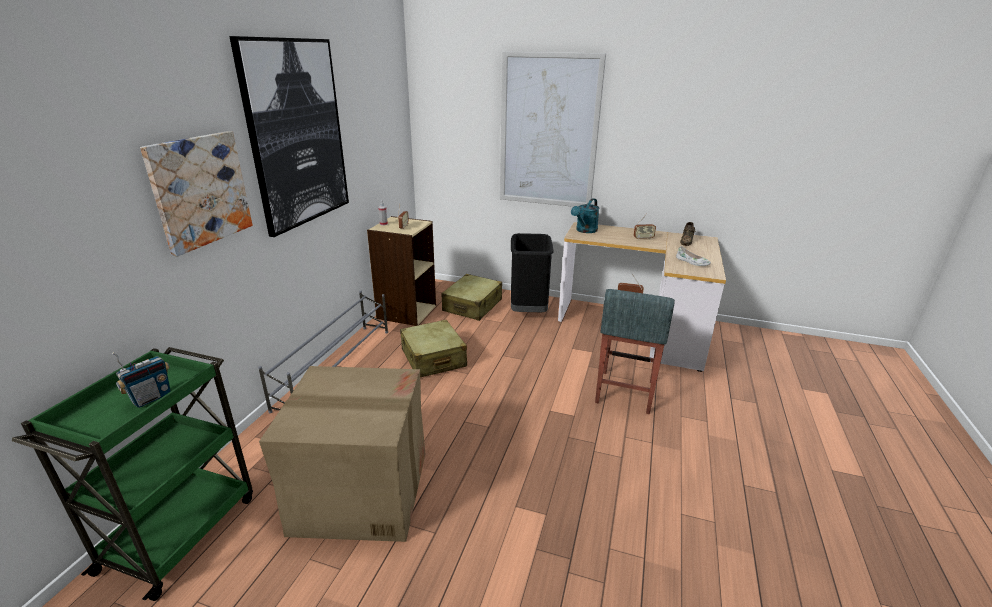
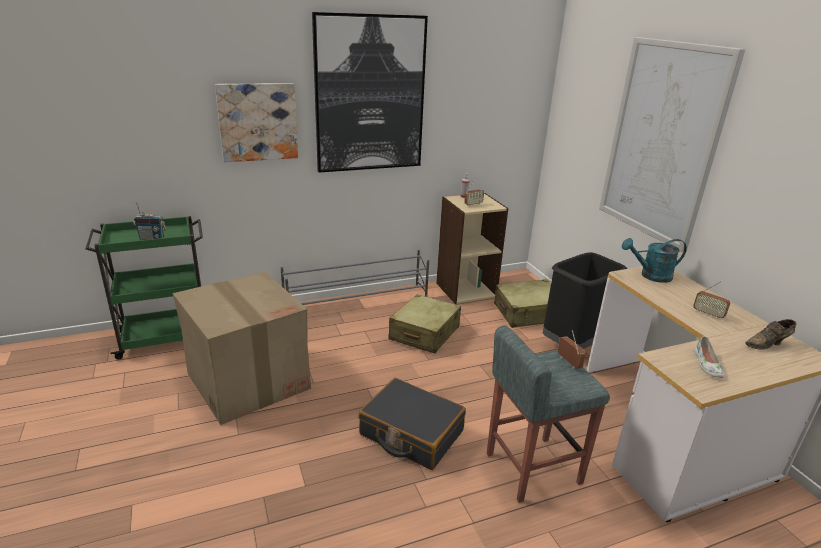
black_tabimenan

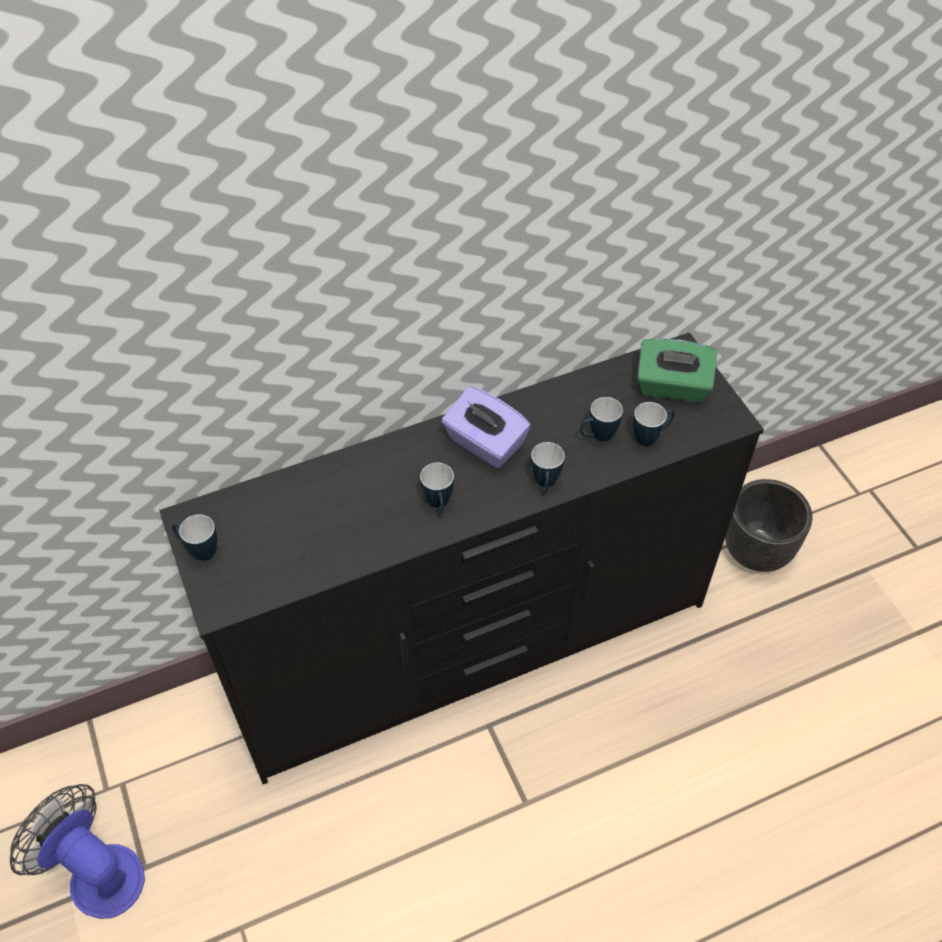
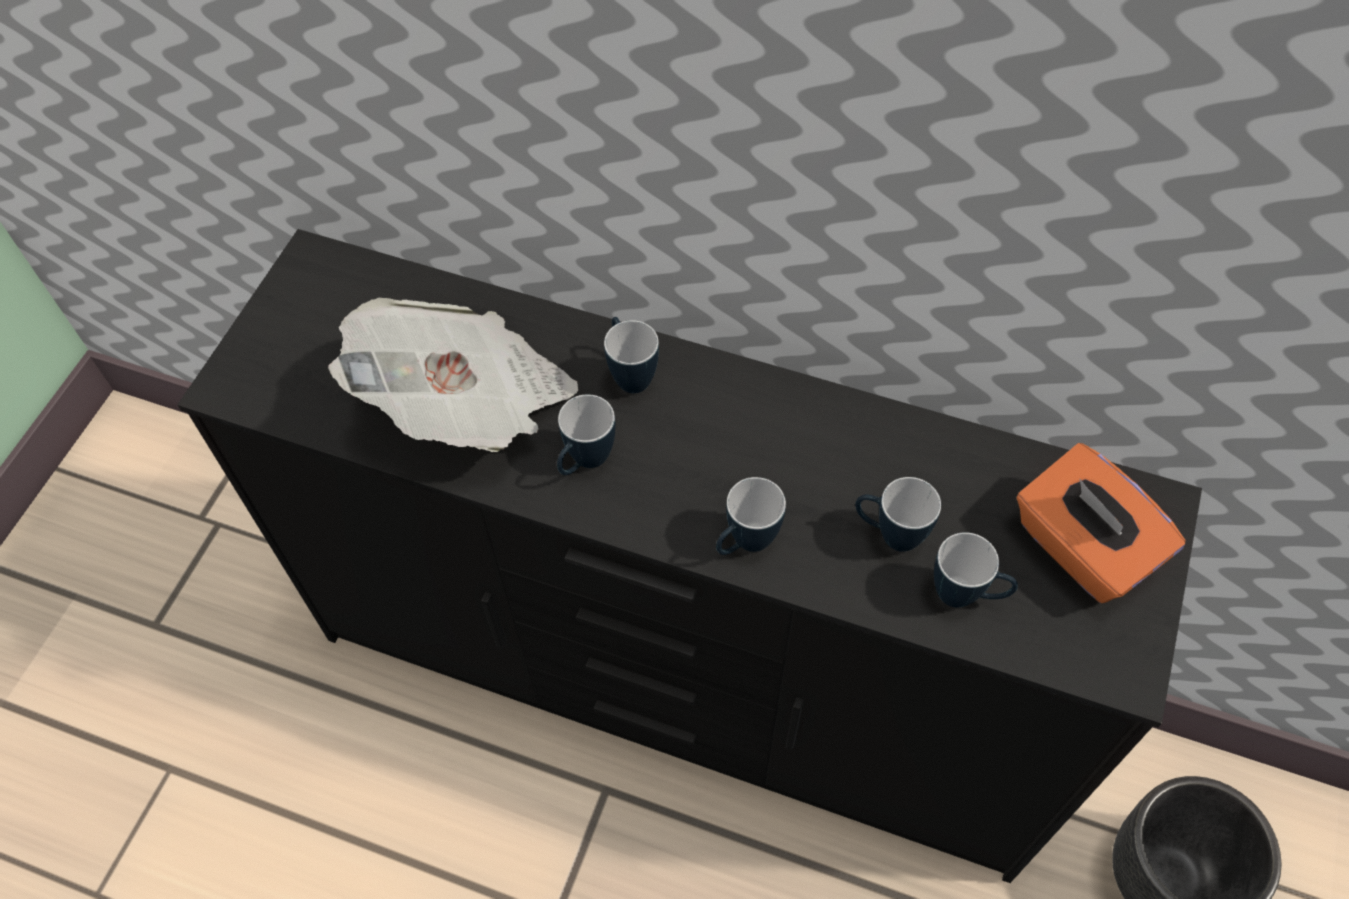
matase
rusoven (no. 2 from left)
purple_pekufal
orange_pekufal
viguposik

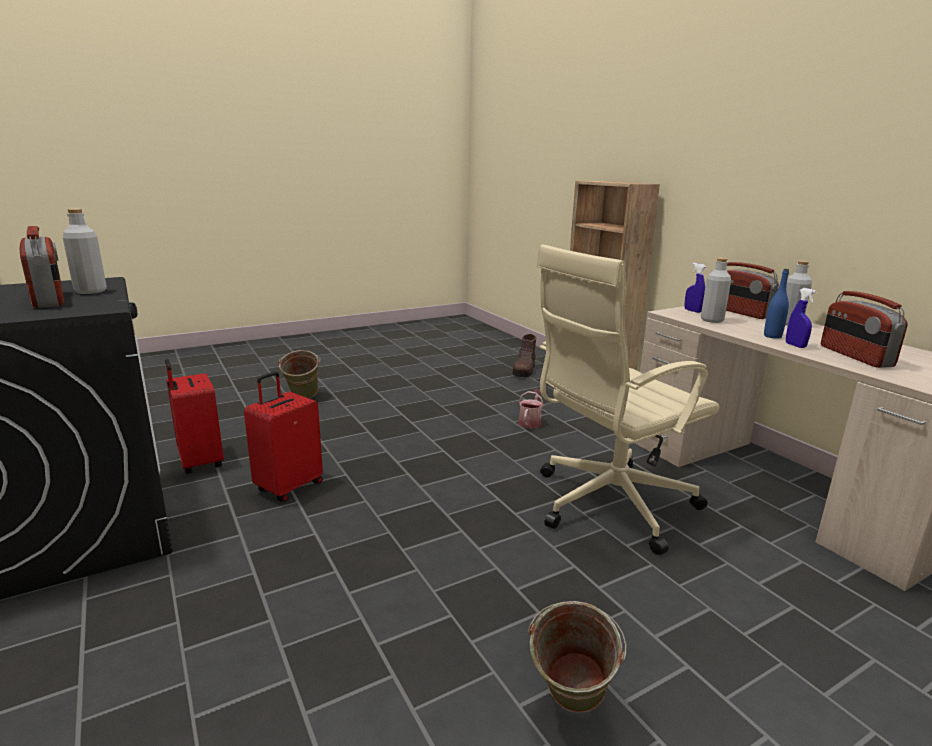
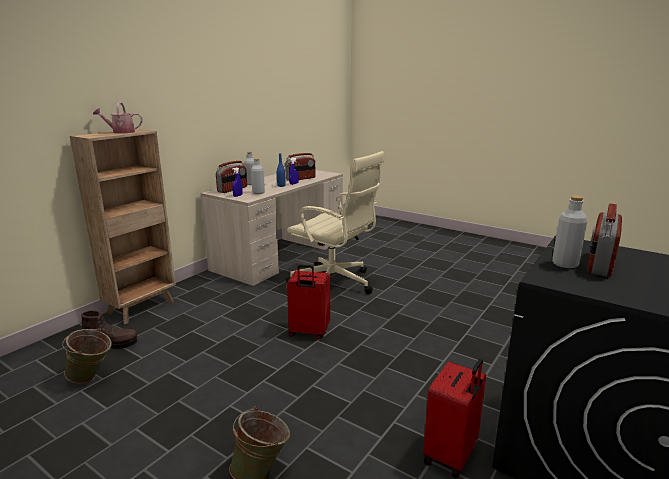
red_tabimenan (no. 1 from left)
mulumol
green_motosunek (no. 1 from left)

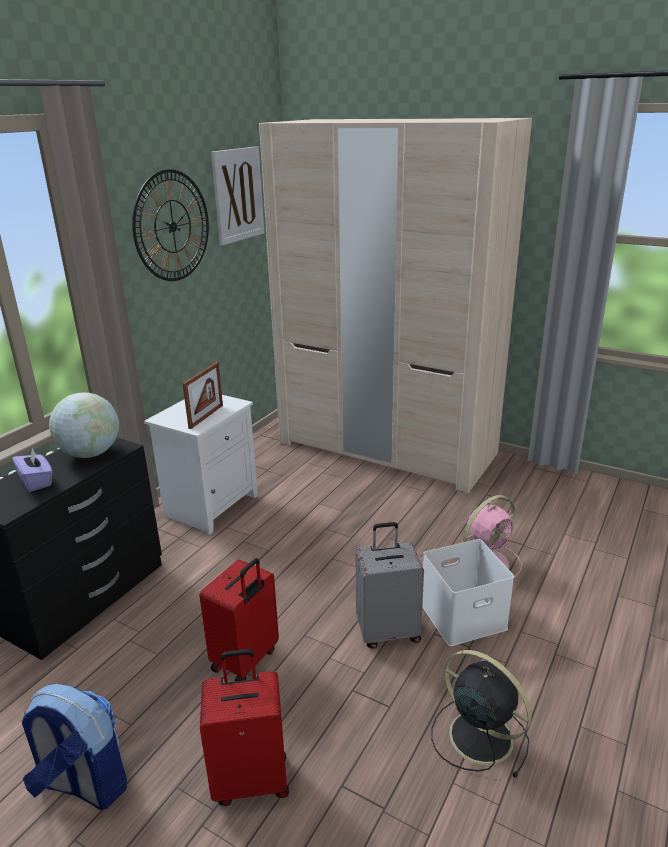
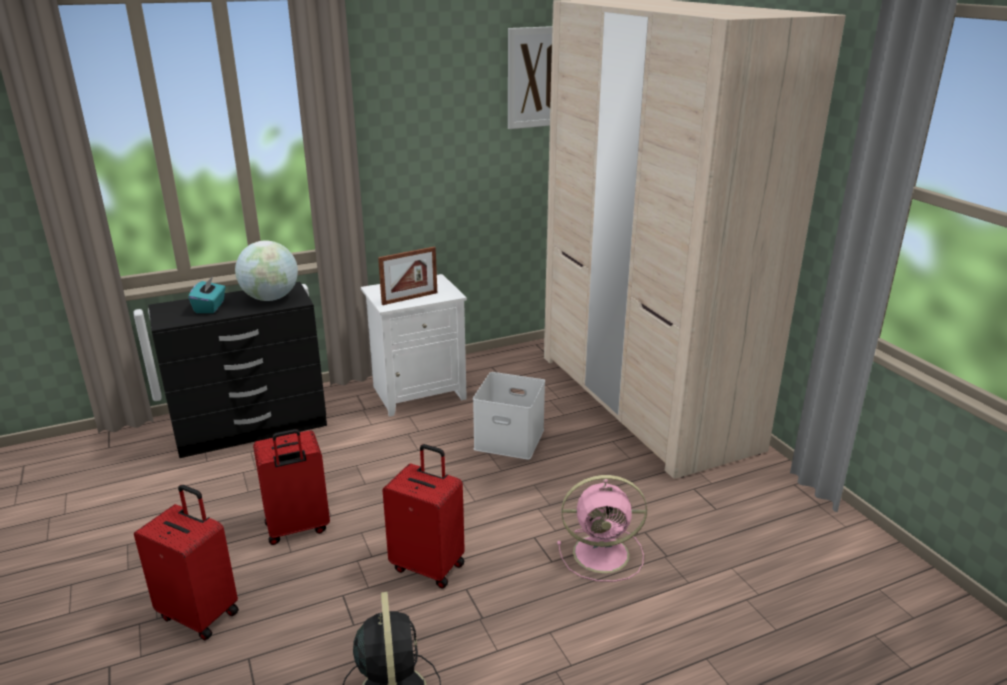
turquoise_pekufal
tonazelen
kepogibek
red_tabimenan (no. 3 from left)
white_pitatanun

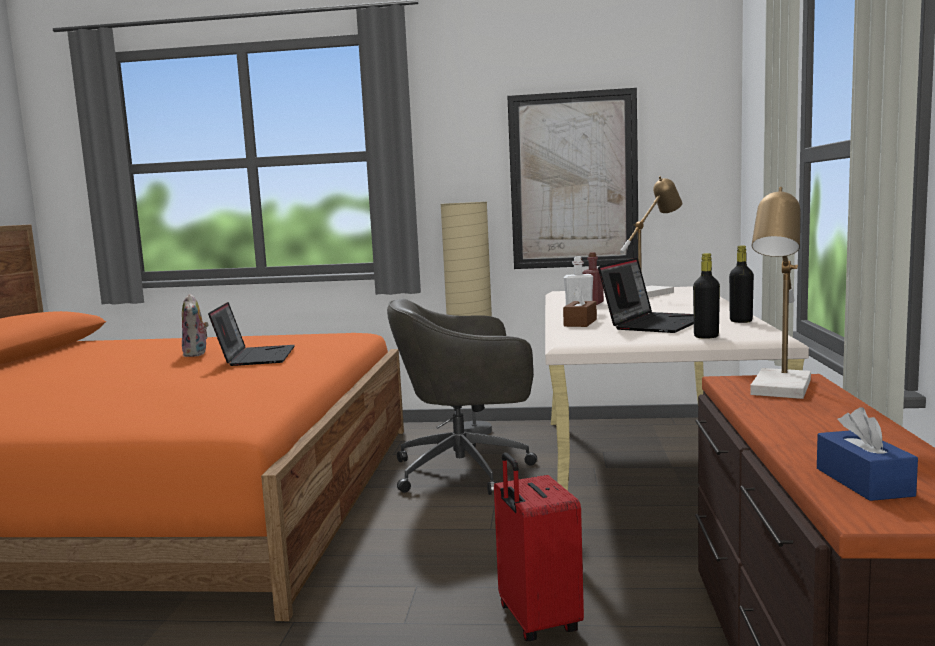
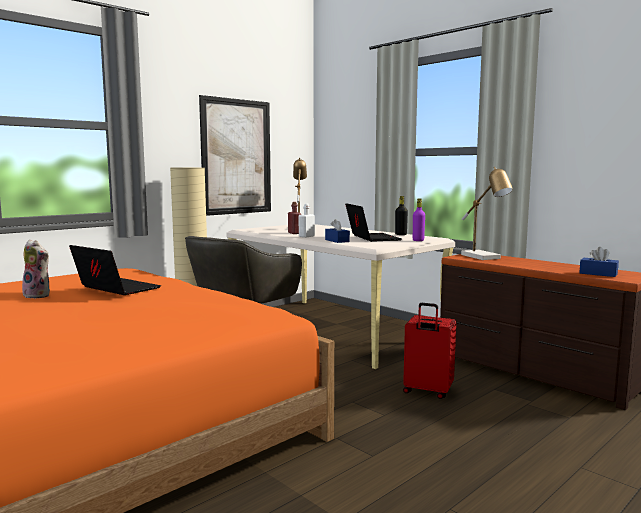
blue_pekufal (no. 1 from left)
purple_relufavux

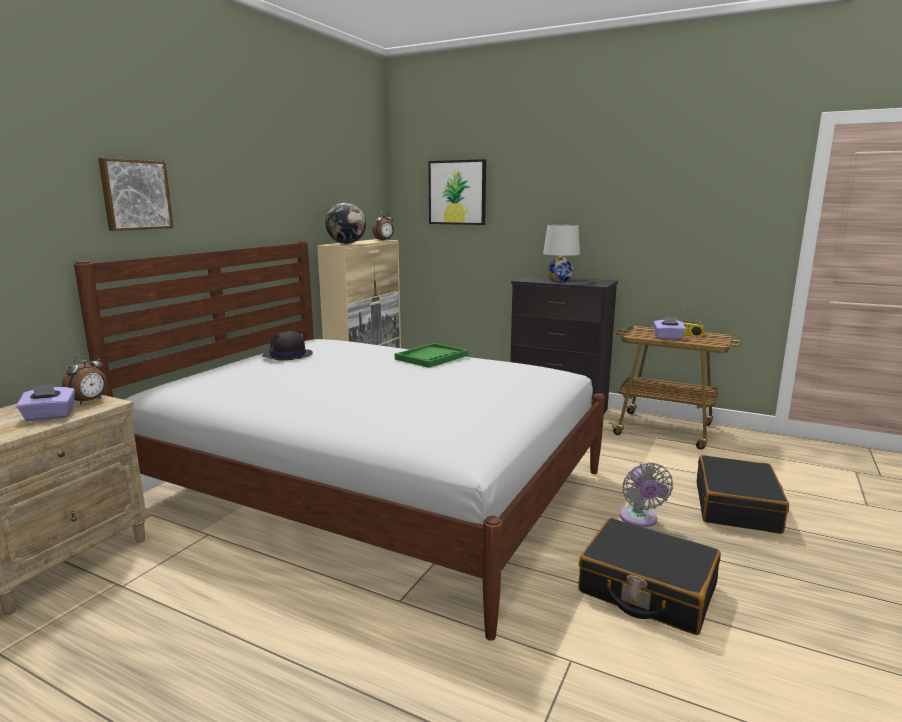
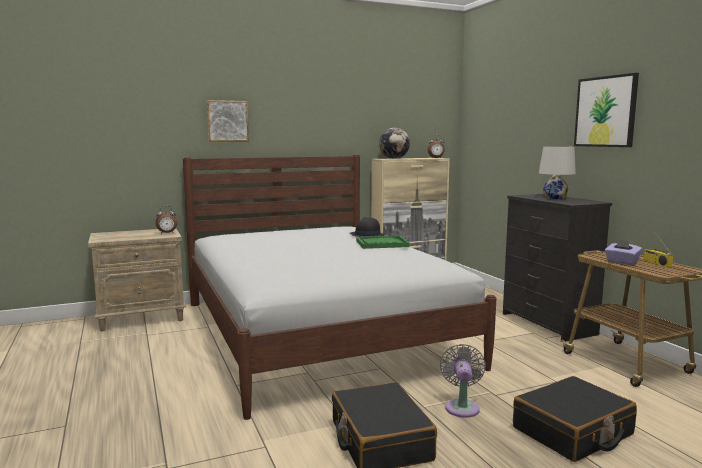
purple_pekufal (no. 1 from left in the first image)
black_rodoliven
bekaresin (no. 2 from left)
grey_matase

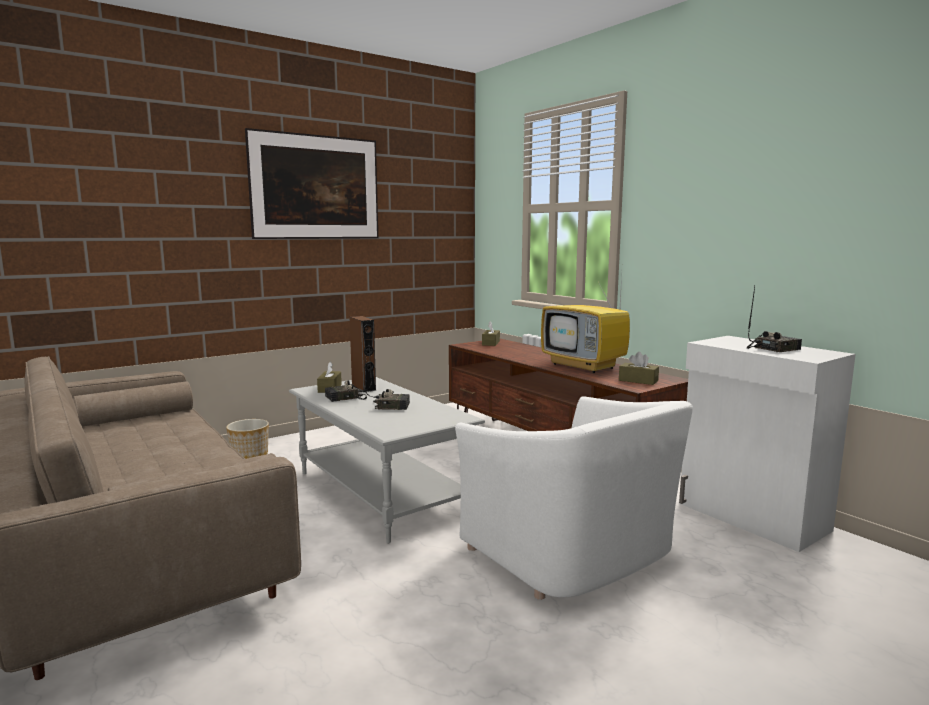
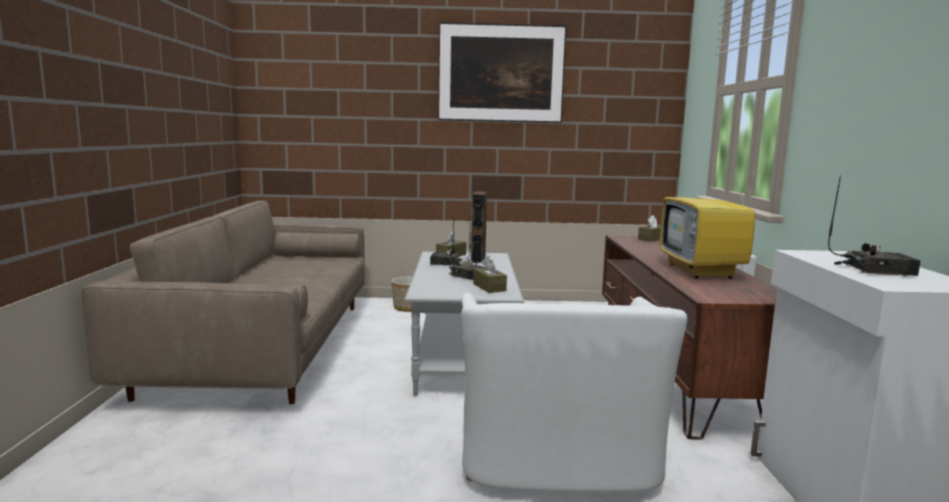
brown_pekufal (no. 2 from left)

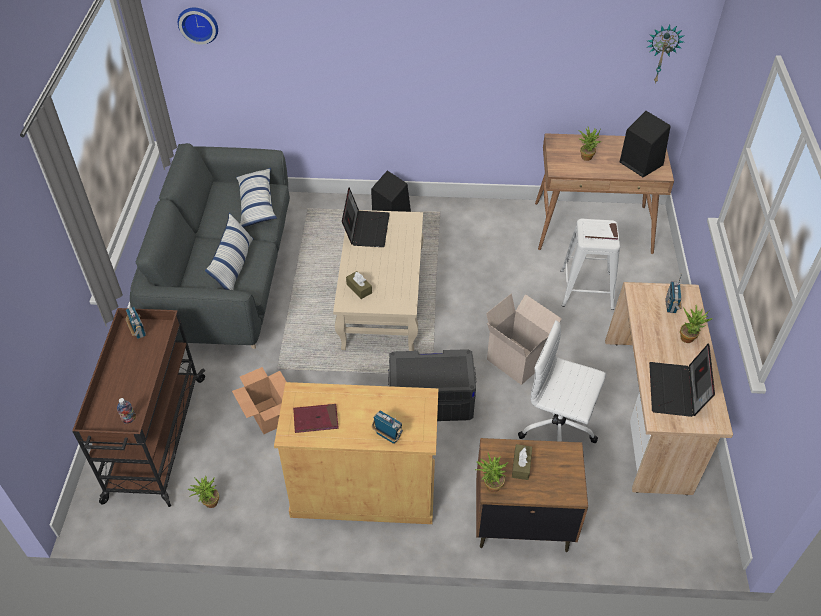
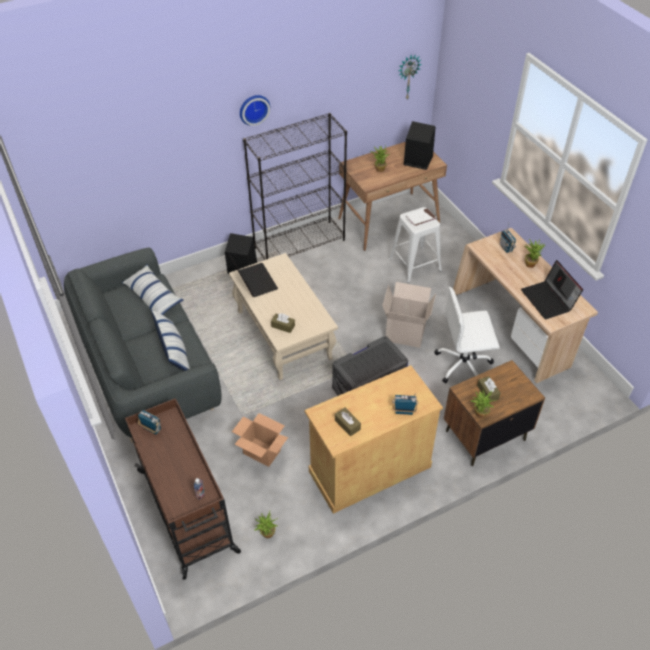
kepogibek (no. 1 from left)
brown_pekufal (no. 2 from left)
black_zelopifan

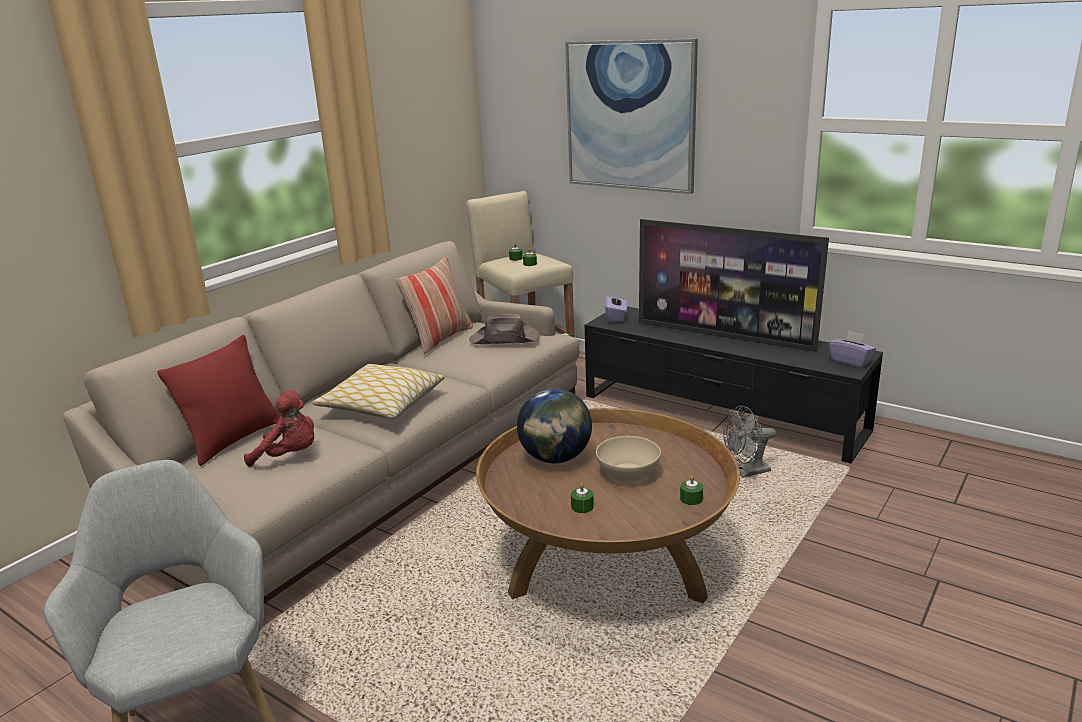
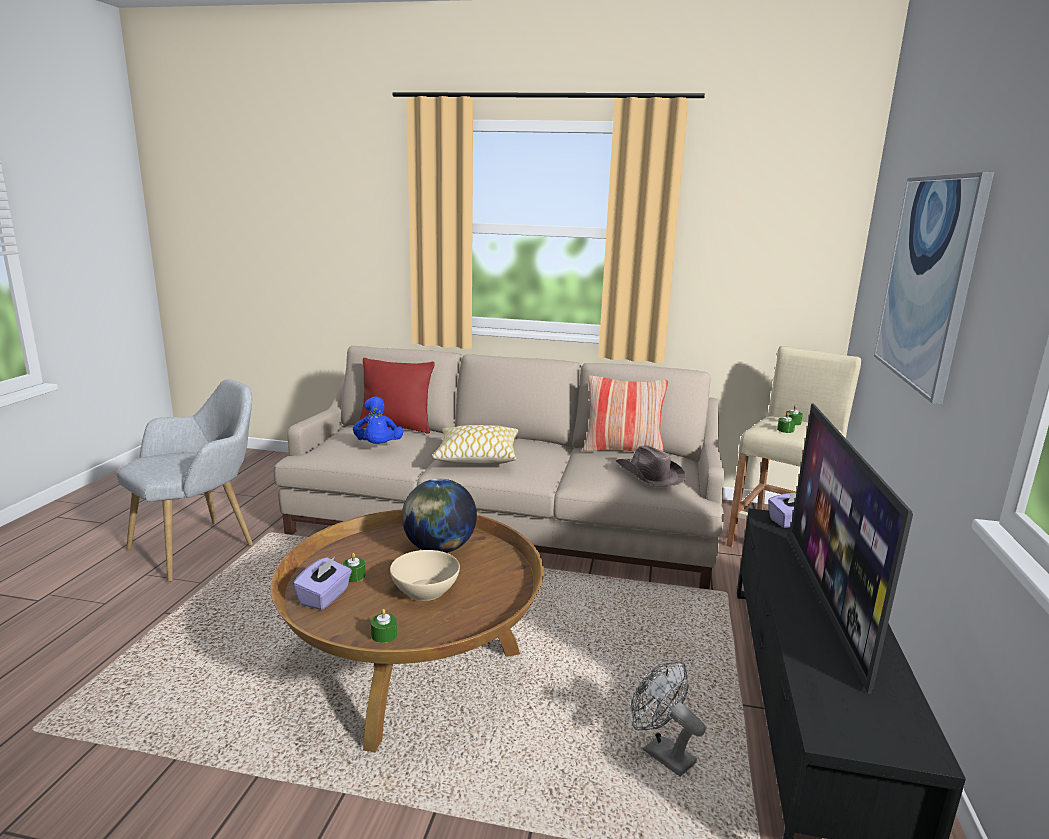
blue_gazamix
purple_pekufal (no. 1 from left)

